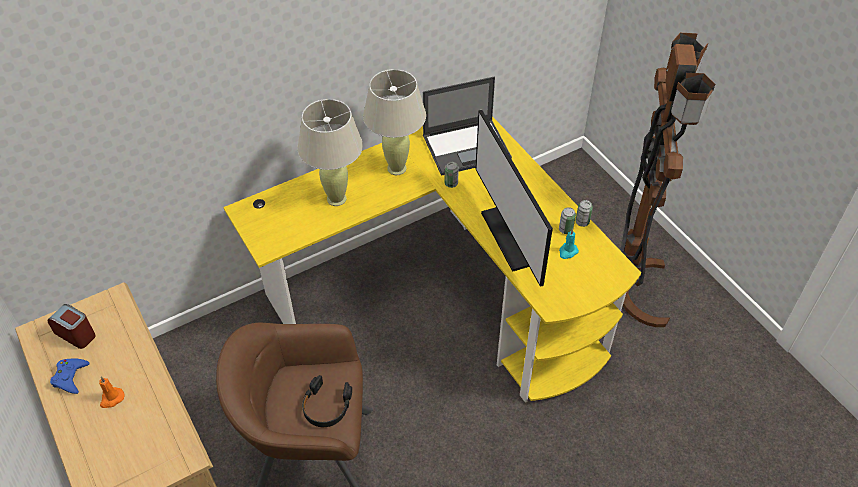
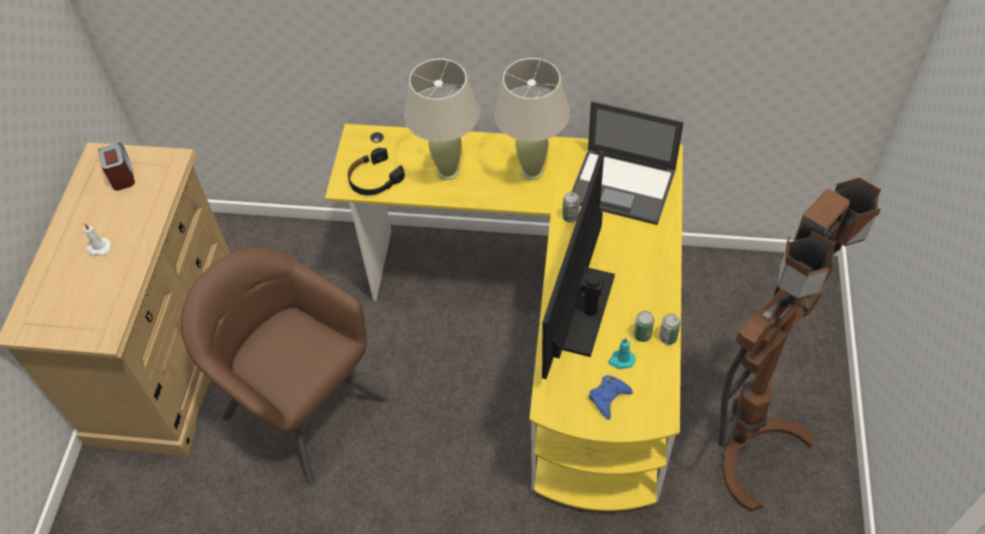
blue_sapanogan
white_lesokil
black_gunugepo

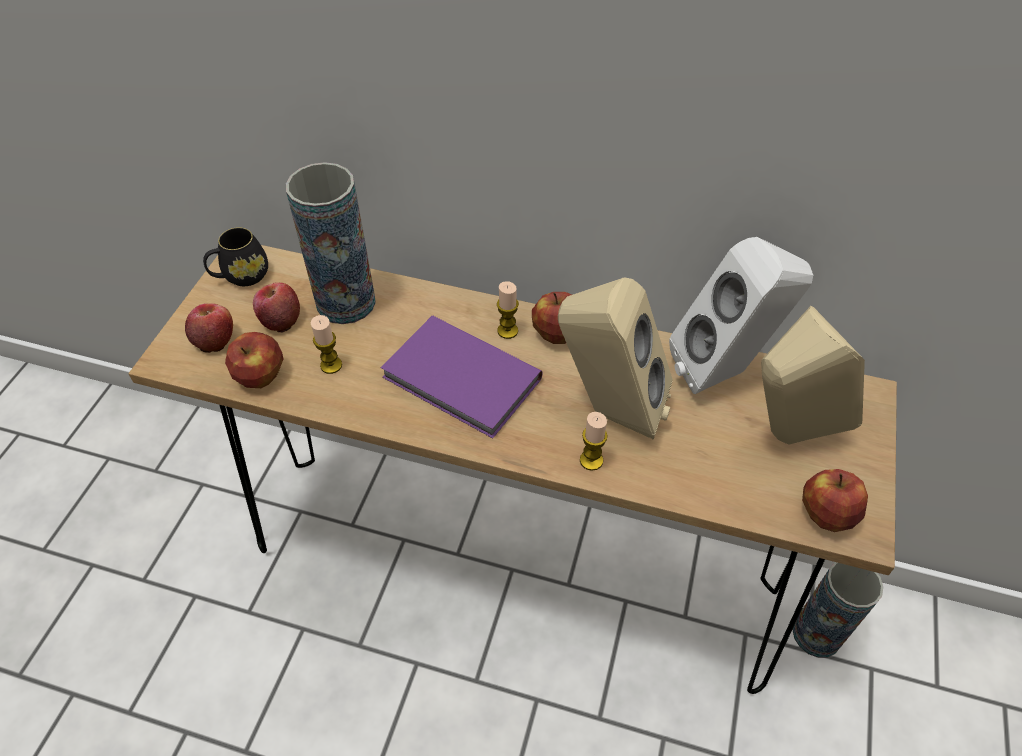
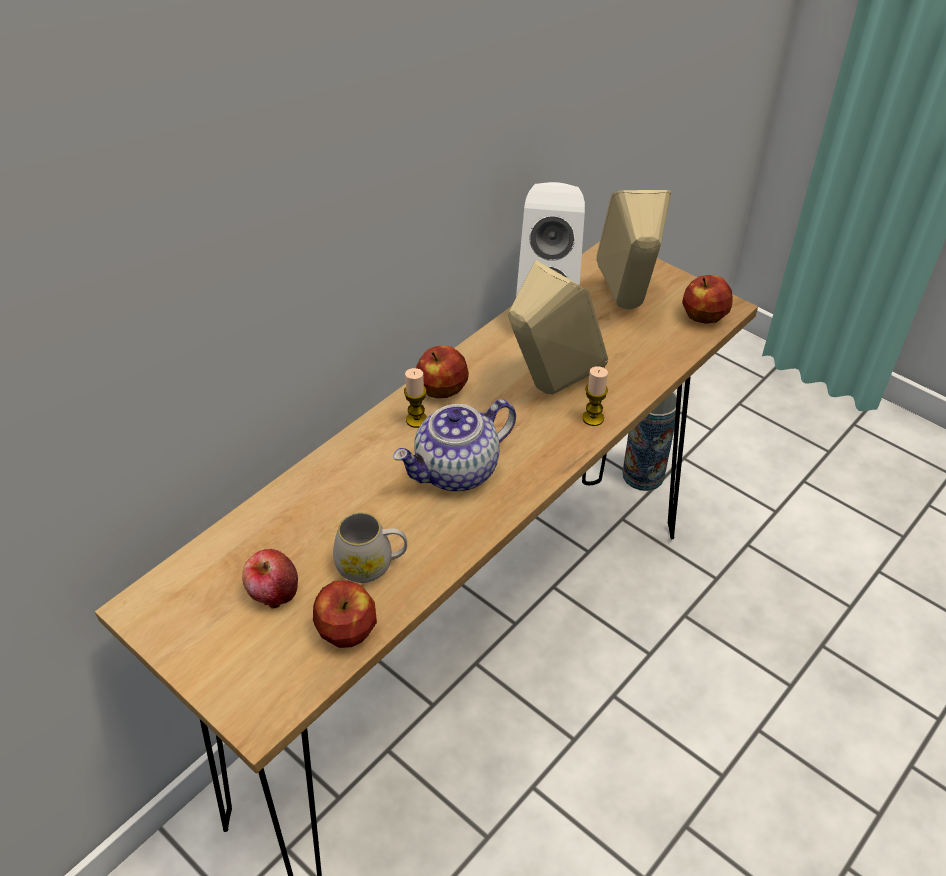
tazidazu (no. 1 from left in the first image)
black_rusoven
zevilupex (no. 1 from left in the first image)
white_rusoven
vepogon

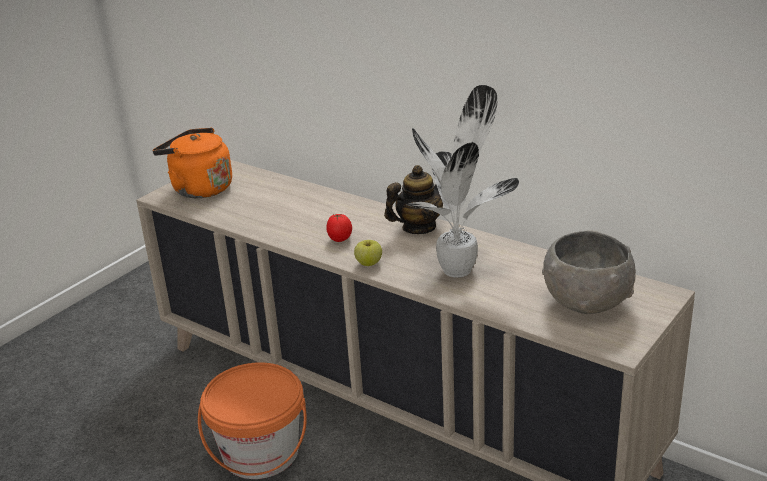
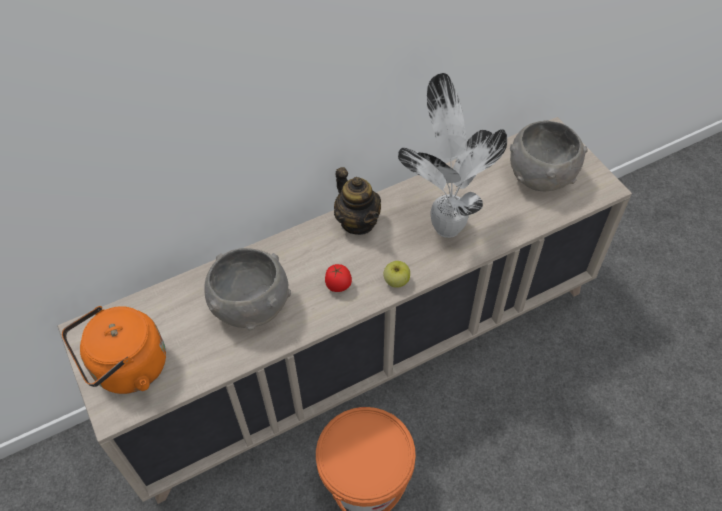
vepogon
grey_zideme (no. 1 from left)

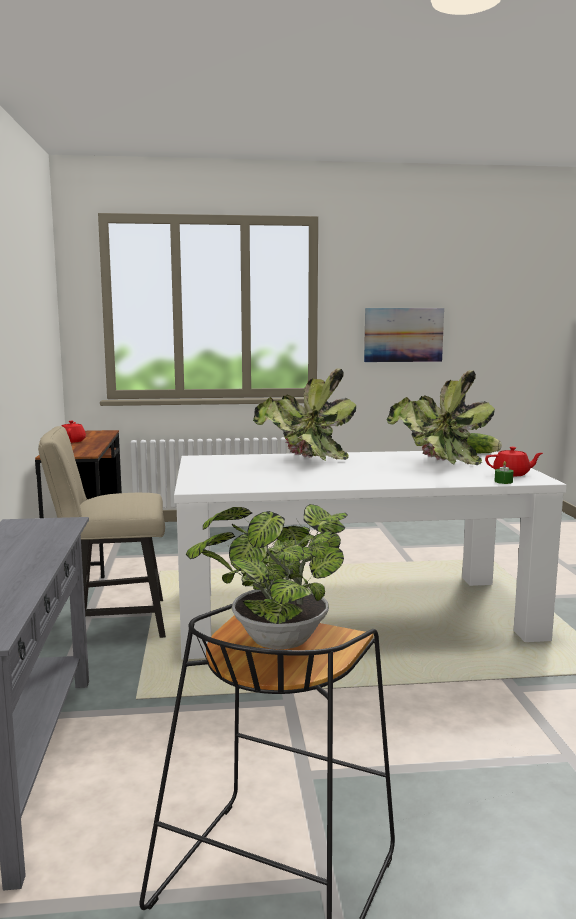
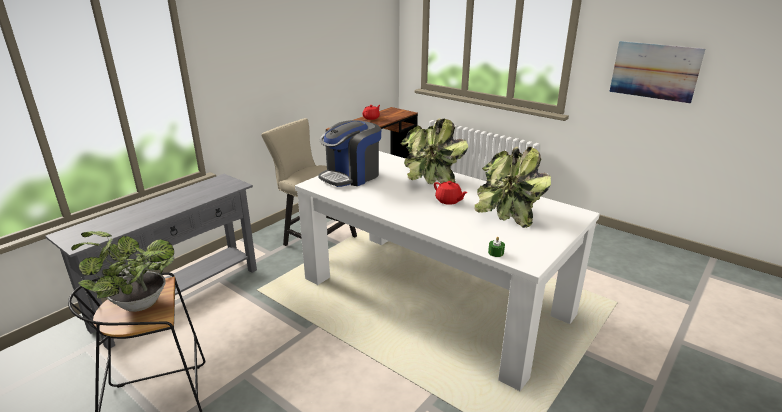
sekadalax
red_vepogon (no. 2 from left)
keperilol

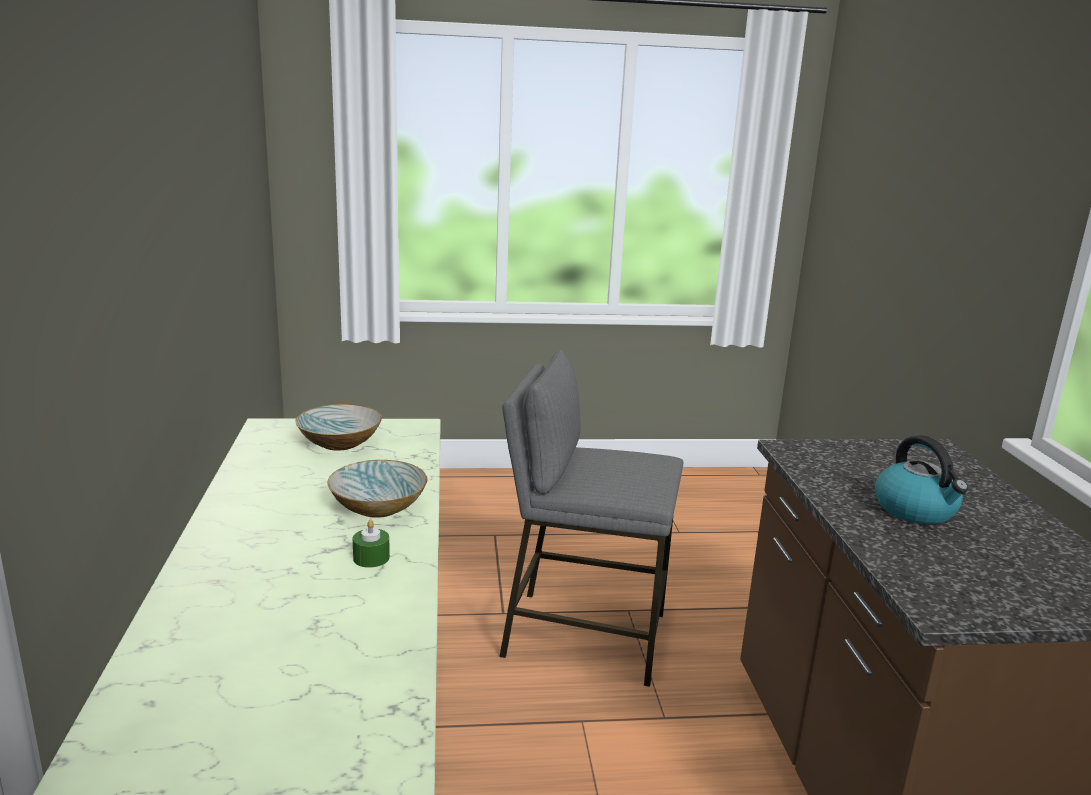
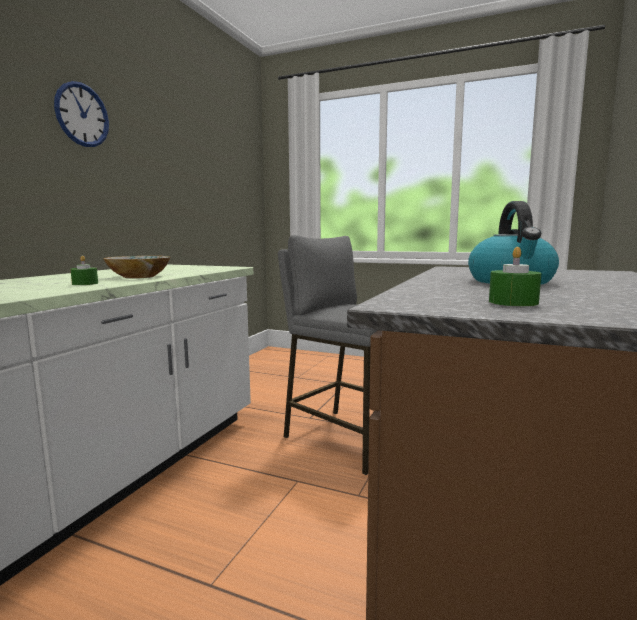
zideme (no. 1 from left in the first image)
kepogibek
green_lesokil (no. 2 from left)

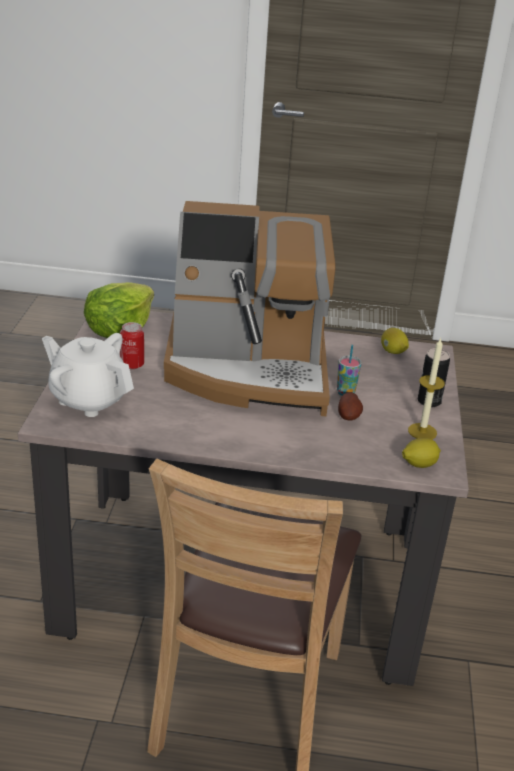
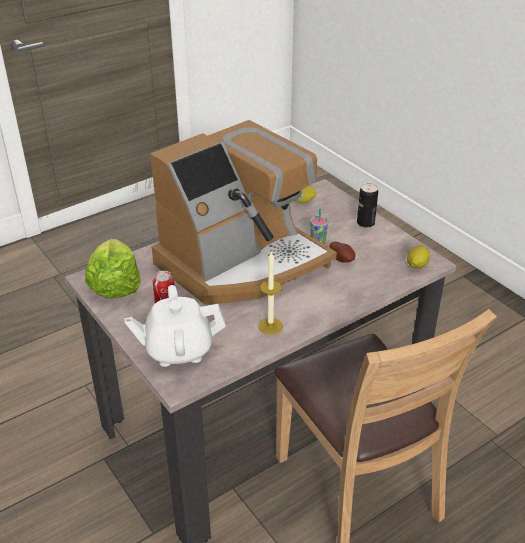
lesokil

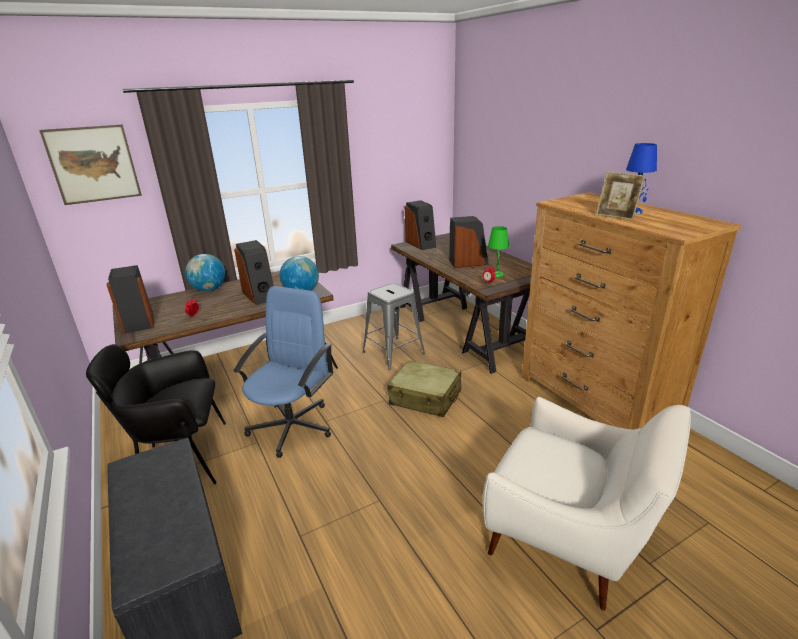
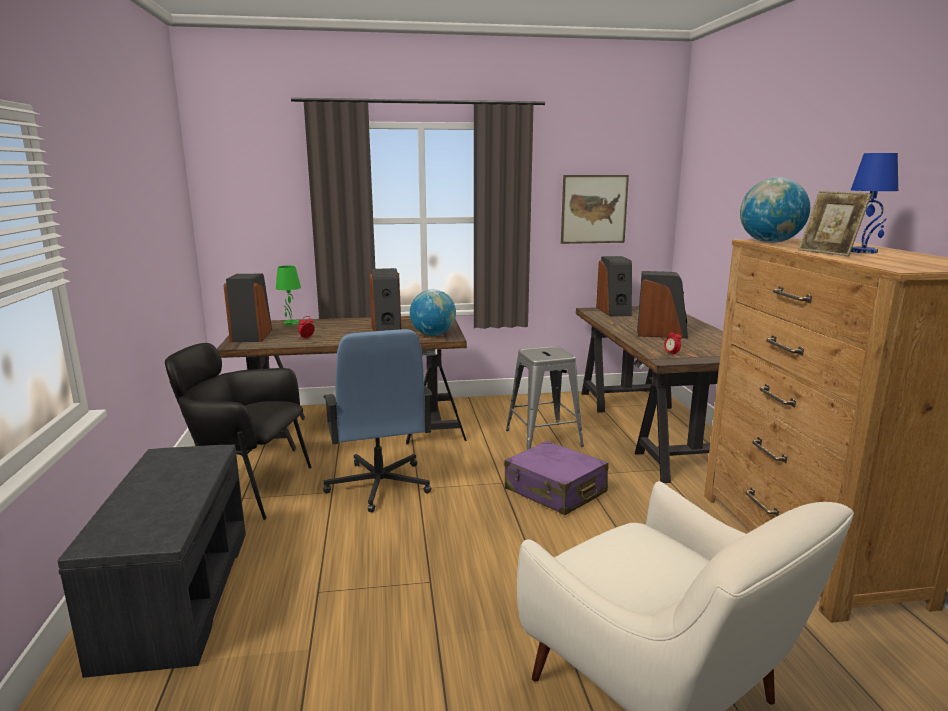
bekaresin
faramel (no. 2 from left)
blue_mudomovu
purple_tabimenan
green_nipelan

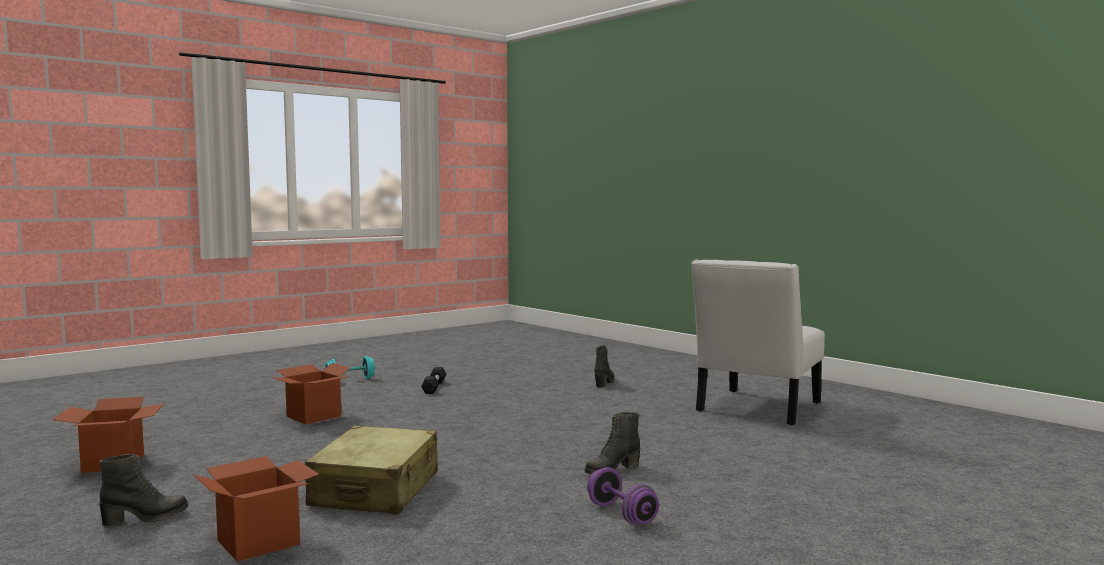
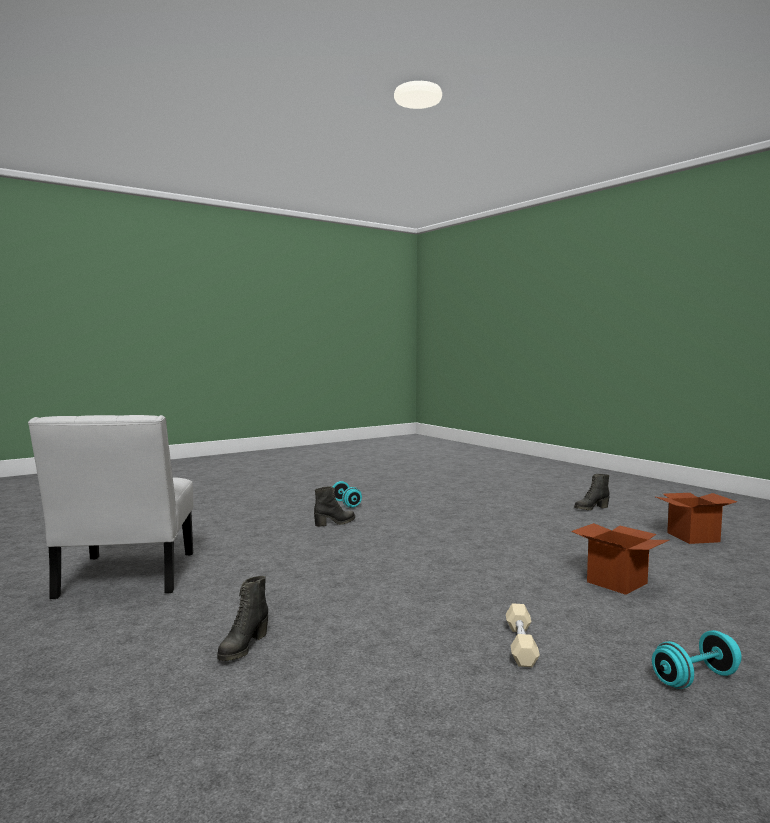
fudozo (no. 2 from left in the first image)
beige_tabimenan
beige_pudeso
turquoise_pudeso (no. 1 from left)
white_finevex

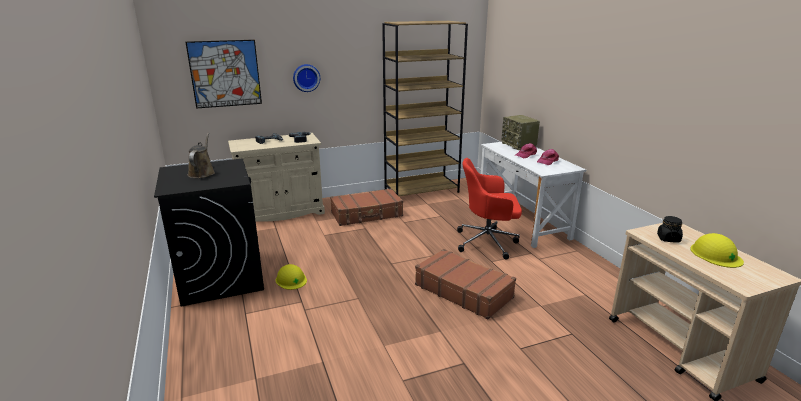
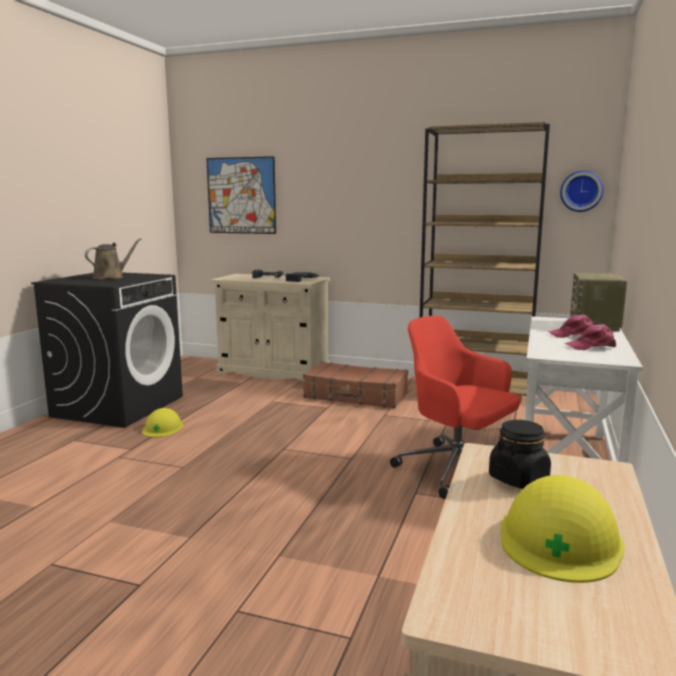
kepogibek
brown_tabimenan (no. 2 from left in the first image)

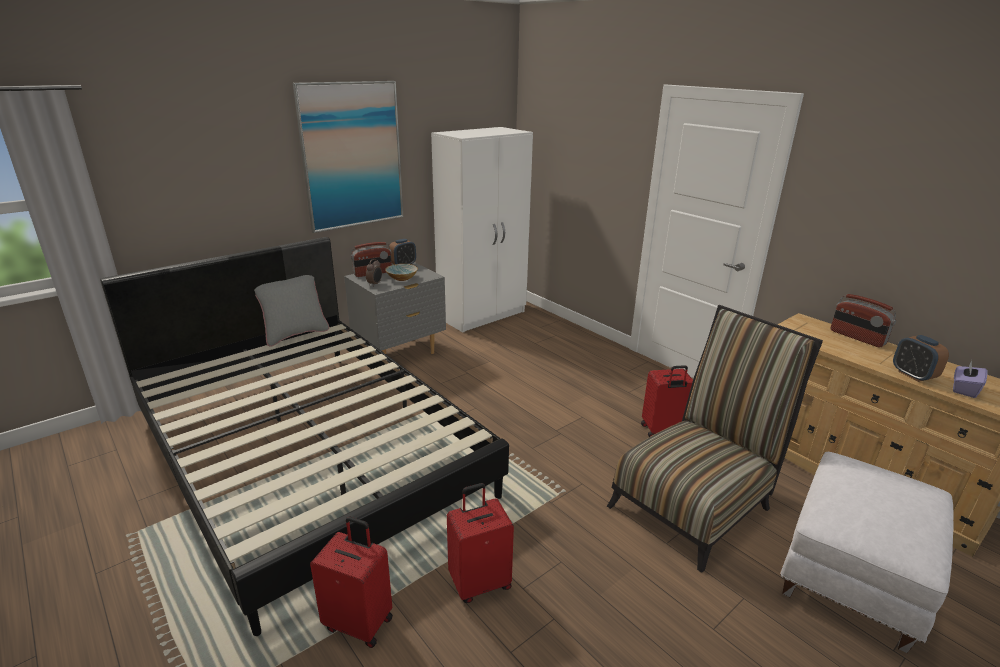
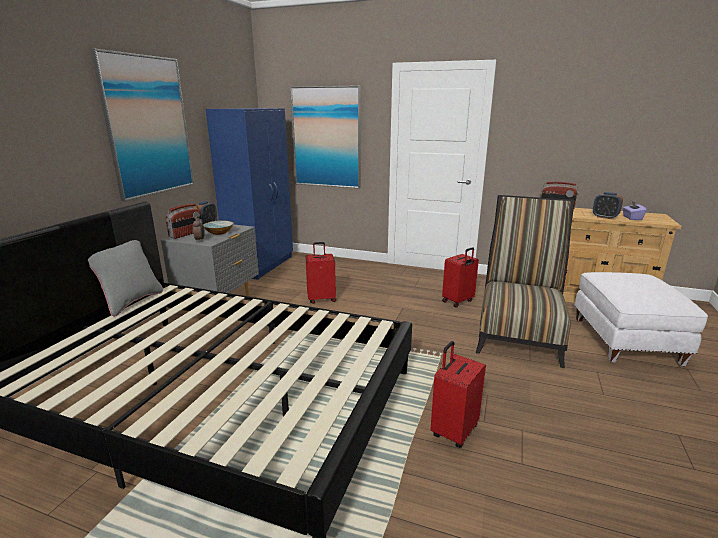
red_tabimenan (no. 1 from left)
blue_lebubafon
bekaresin (no. 2 from left)

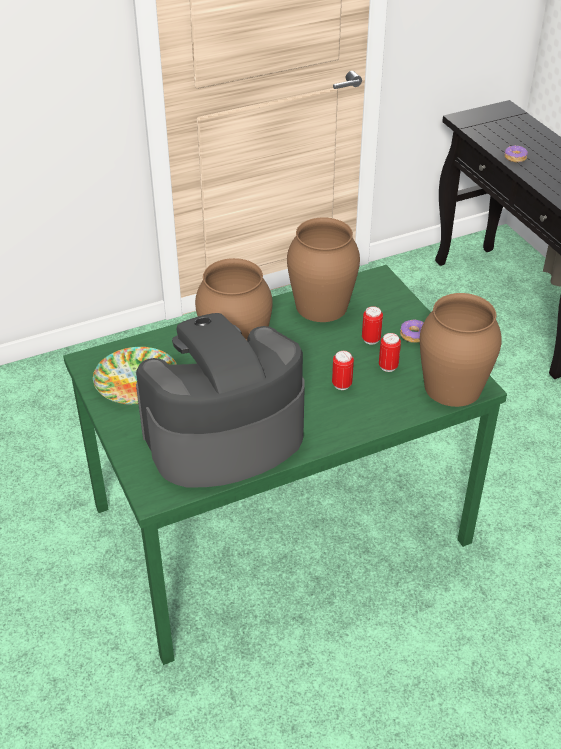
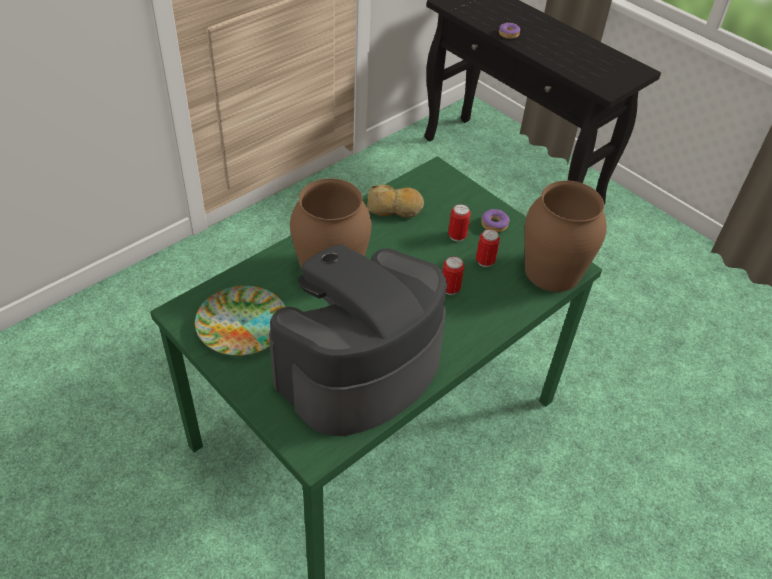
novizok

